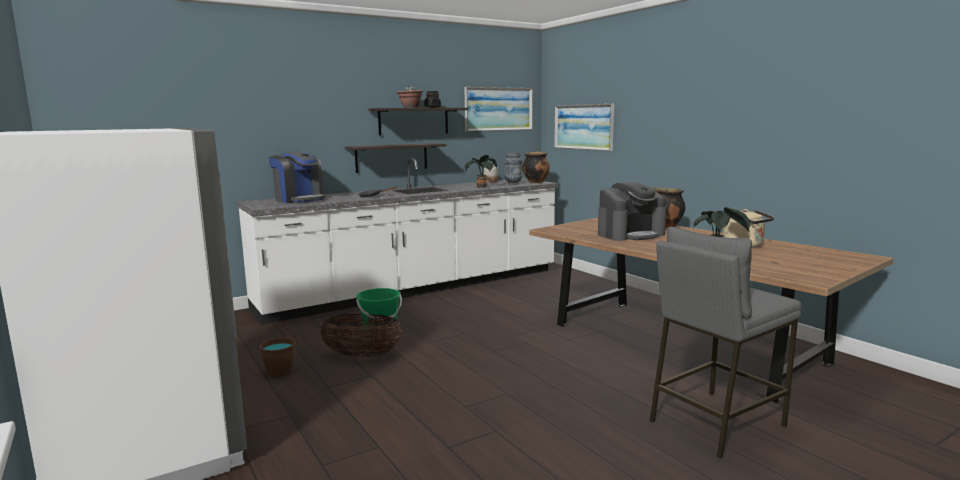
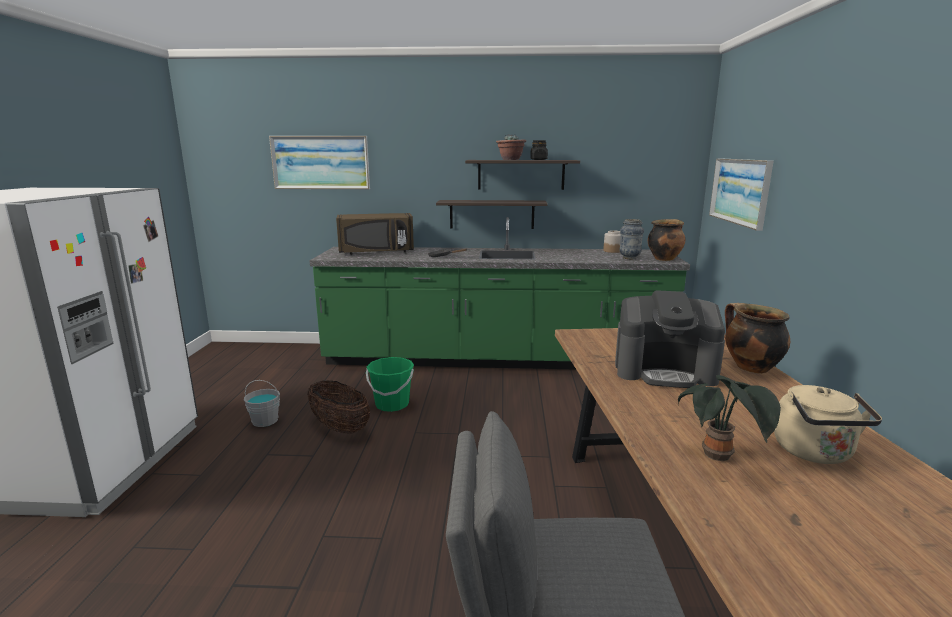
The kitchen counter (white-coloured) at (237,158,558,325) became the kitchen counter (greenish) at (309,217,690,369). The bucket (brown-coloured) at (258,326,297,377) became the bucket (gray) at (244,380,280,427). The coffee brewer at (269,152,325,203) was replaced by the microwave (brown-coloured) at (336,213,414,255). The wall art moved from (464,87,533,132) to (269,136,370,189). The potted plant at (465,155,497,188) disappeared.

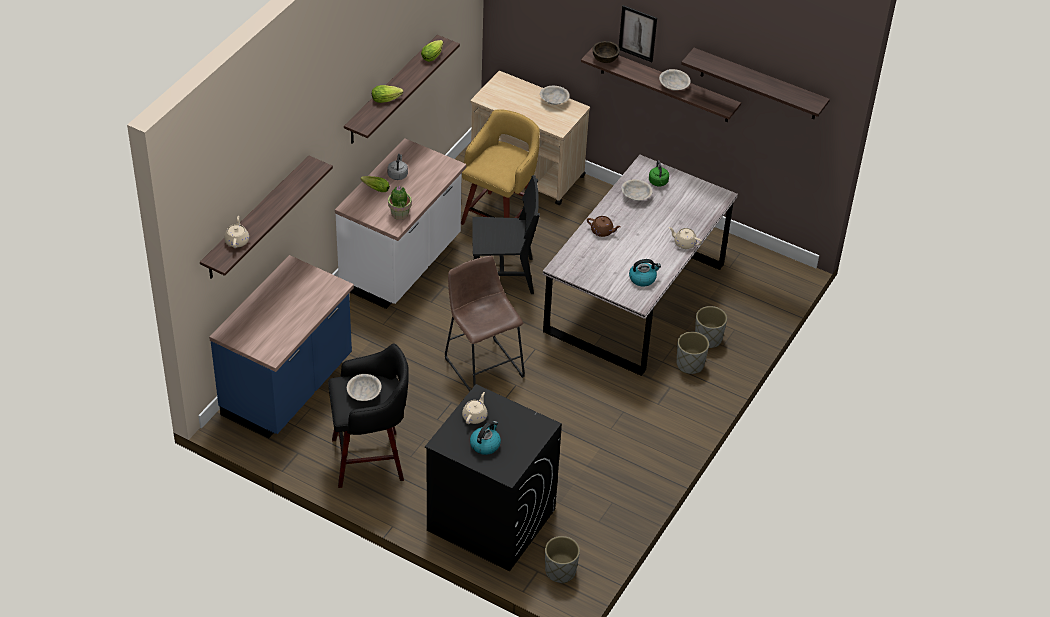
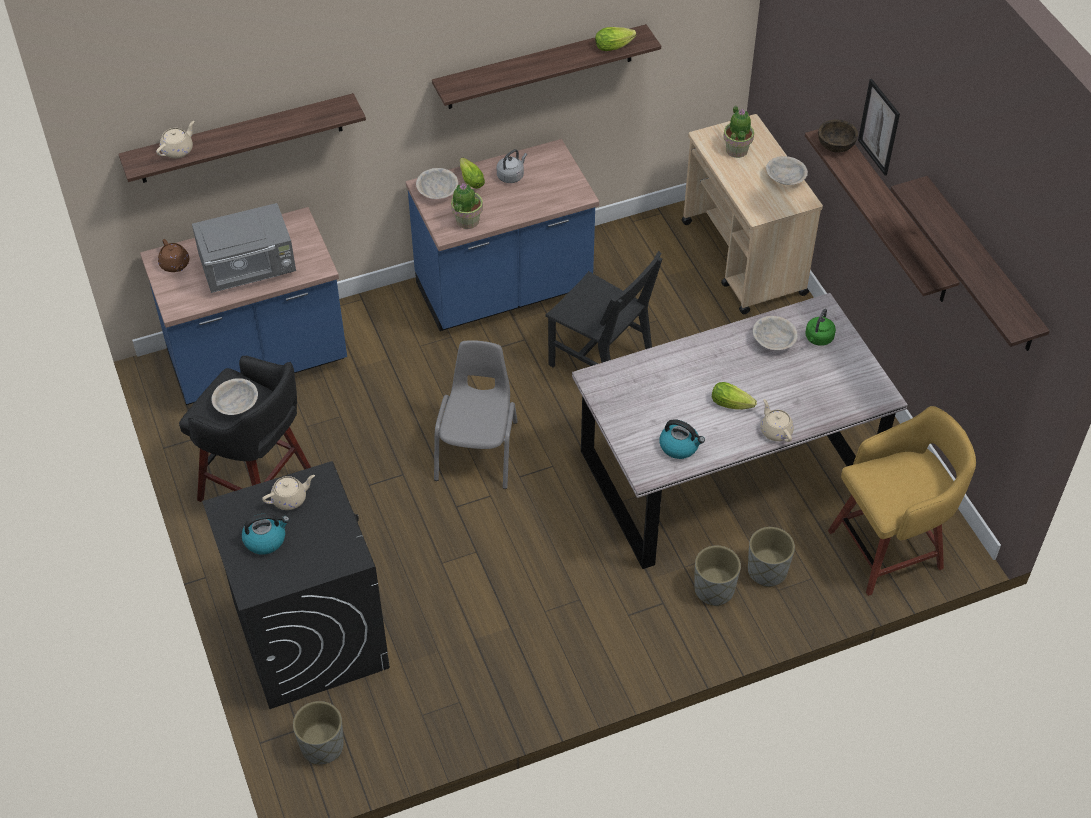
The kitchen counter (white-coloured) at (335,138,466,309) became the kitchen counter (blue) at (406,139,599,331). The head of lettuce moved from (372,85,403,103) to (712,382,757,410). The sitting stool (brown-coloured) at (445,256,525,391) was replaced by the plain chair (gray) at (434,340,518,489). The sitting stool (yellowish) moved from (461,110,540,225) to (828,406,976,596). The tea pot (brown-coloured) moved from (587,216,621,237) to (158,239,189,272). The serving bowl (sand-coloured) moved from (659,69,691,91) to (416,168,458,199). The microwave (gray) at (192,203,296,293) appeared. The potted plant at (724,105,754,158) appeared.

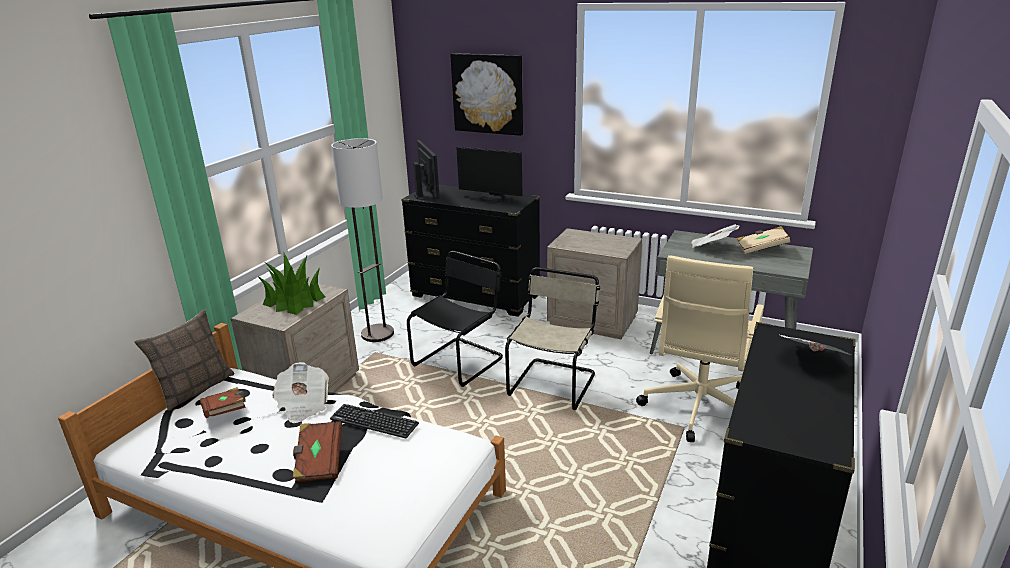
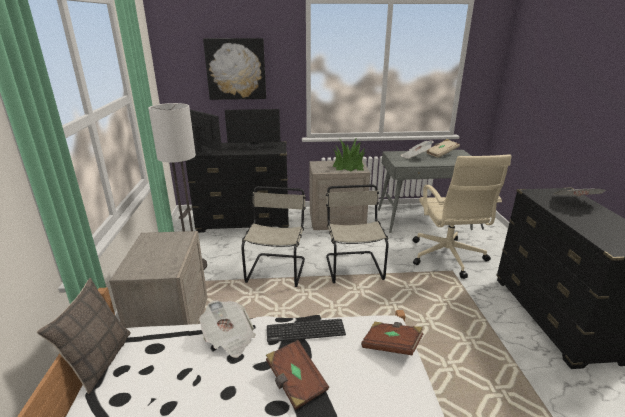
The volume (brown-coloured) moved from (200,387,246,418) to (361,322,423,355). The potted plant moved from (257,253,325,315) to (333,137,365,171). The plain chair (black-coloured) at (407,251,503,387) became the plain chair (sand-coloured) at (241,186,306,287).

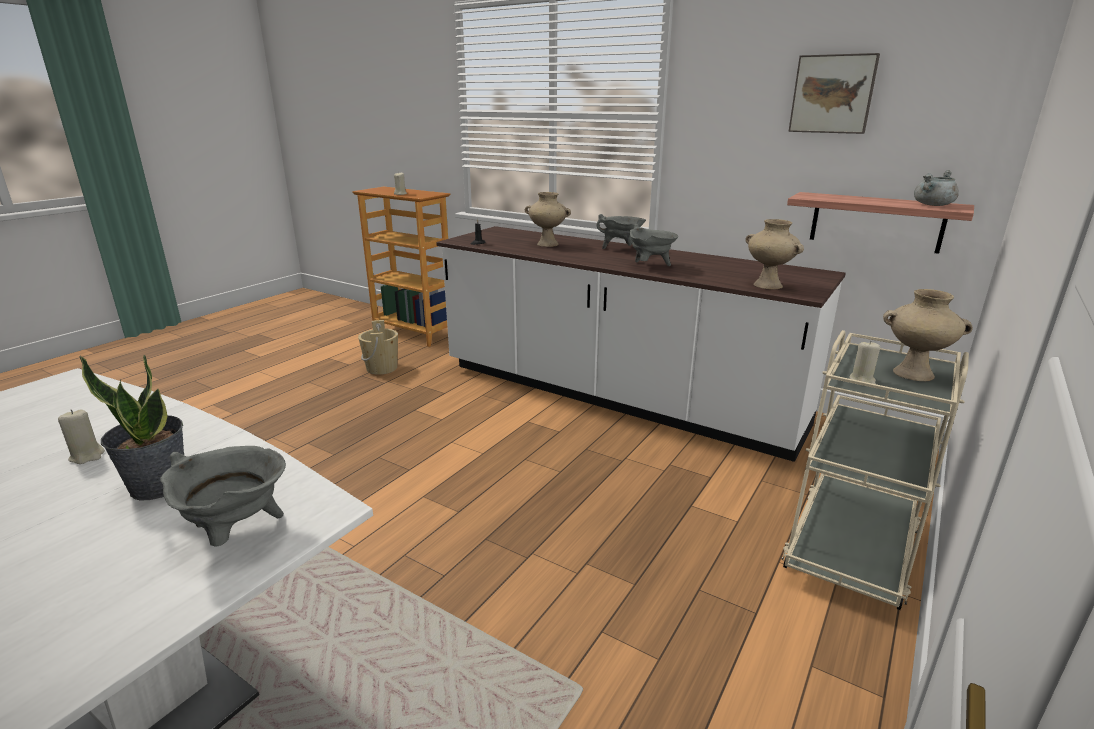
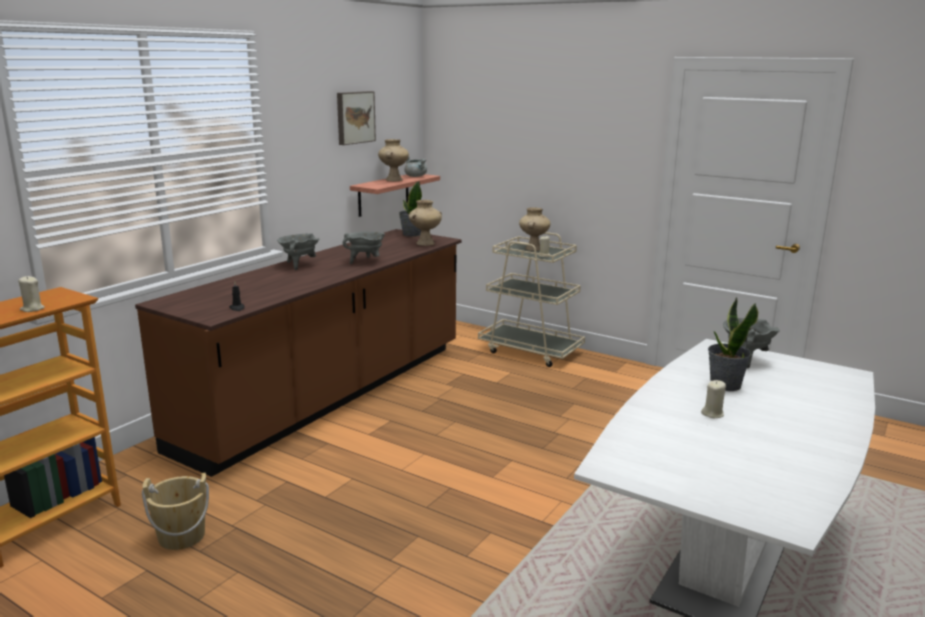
The kitchen counter (white-coloured) at (436,226,846,462) became the kitchen counter (brown-coloured) at (135,229,462,477). The decorative vase (sand-coloured) moved from (525,192,571,247) to (378,139,409,181). The potted plant at (399,181,422,237) appeared.

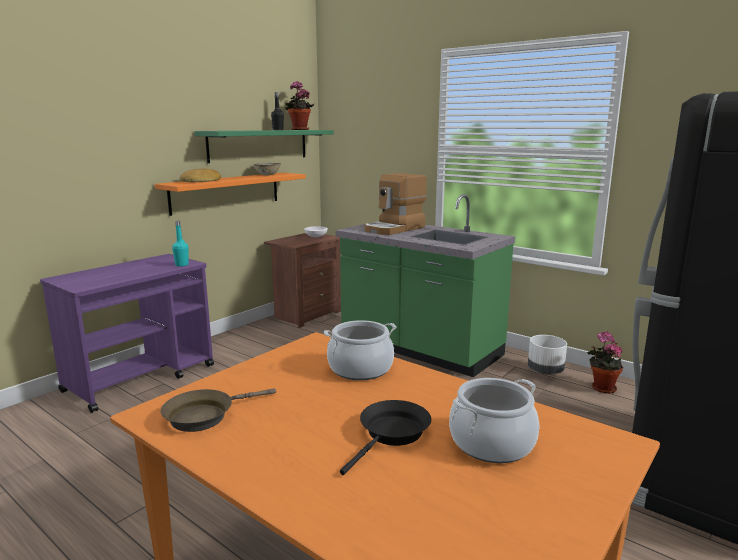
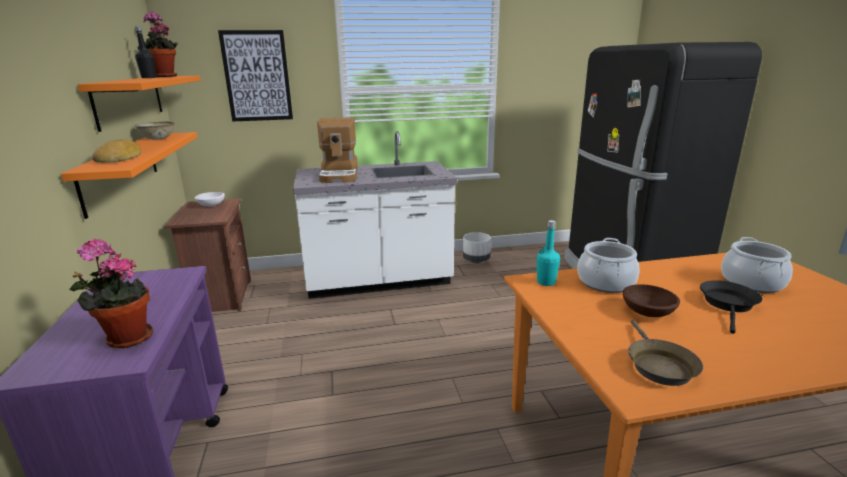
The drink bottle (turquoise-coloured) moved from (172,221,189,266) to (537,220,560,286). The bracket shelf (greenish) at (195,130,334,163) became the bracket shelf (orangey) at (78,76,201,132). The kitchen counter (greenish) at (335,194,515,377) became the kitchen counter (white-coloured) at (293,131,457,299). The skillet (black-coloured) at (340,400,431,475) turned 45 degrees clockwise. The potted plant moved from (587,332,623,394) to (69,239,153,348). The wall art at (218,30,293,122) appeared. The serving bowl (brown-coloured) at (623,284,680,317) appeared.

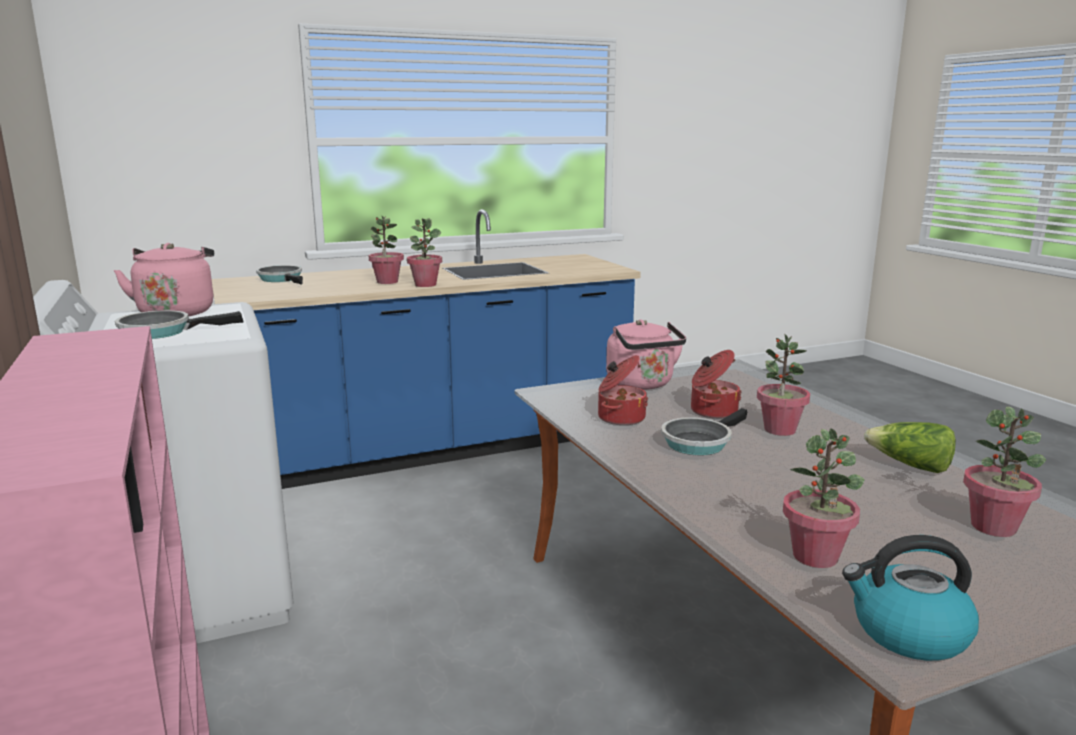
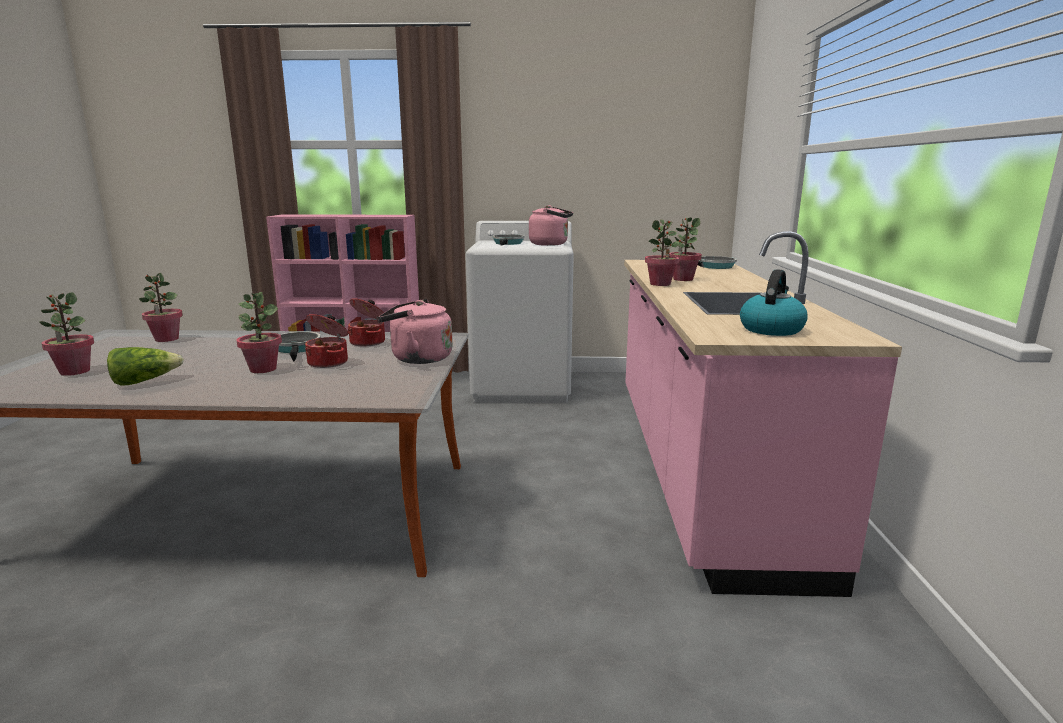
The kitchen counter (blue) at (212,209,641,489) became the kitchen counter (pinkish) at (624,231,902,597). The kettle moved from (842,535,979,661) to (740,269,808,336).

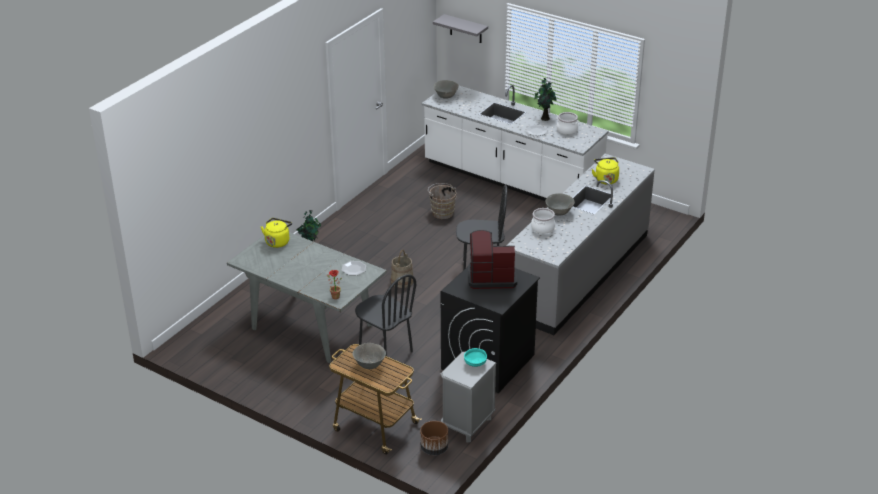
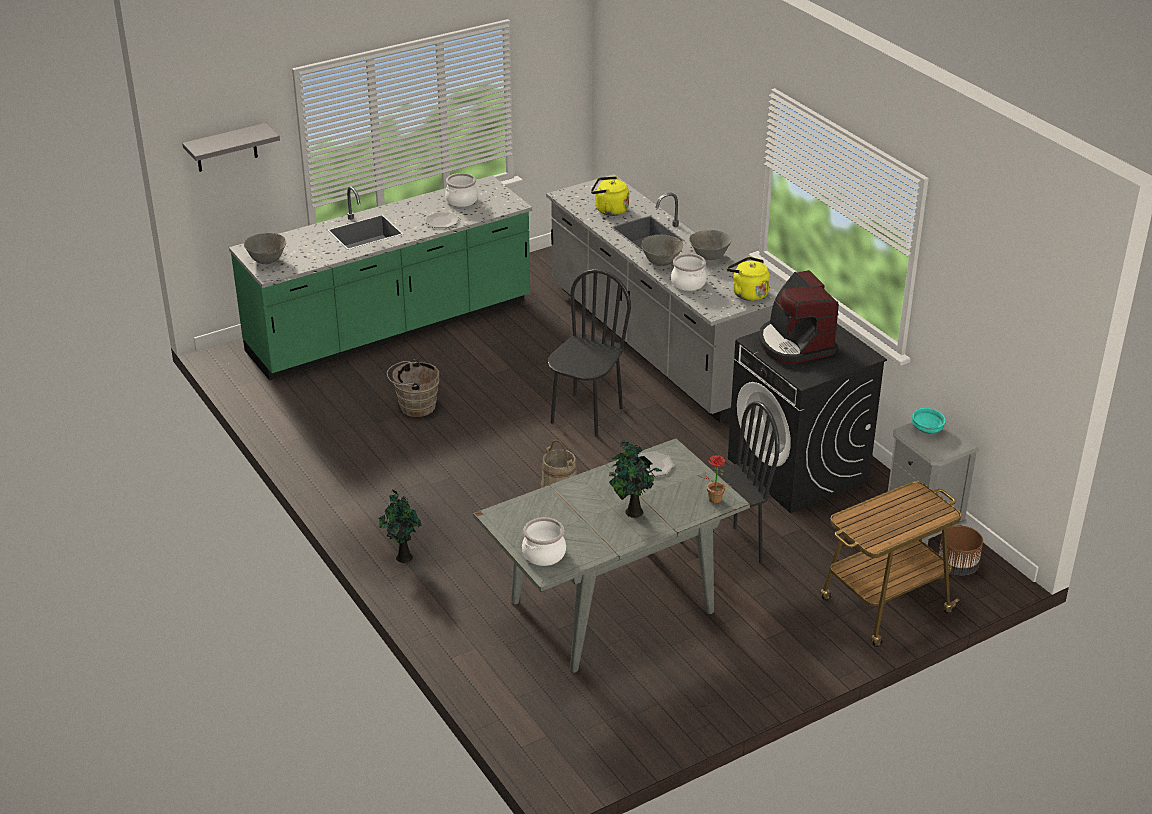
The kettle (yellowish) moved from (261,218,292,248) to (727,257,770,301). The serving bowl (gray) moved from (353,343,386,369) to (689,230,732,260). The kitchen counter (white-coloured) at (422,85,608,201) became the kitchen counter (greenish) at (229,175,532,380). The coffee brewer at (468,230,517,289) turned 45 degrees counterclockwise. The potted plant moved from (534,78,557,121) to (609,440,662,518). The saucepot at (522,517,566,566) appeared.

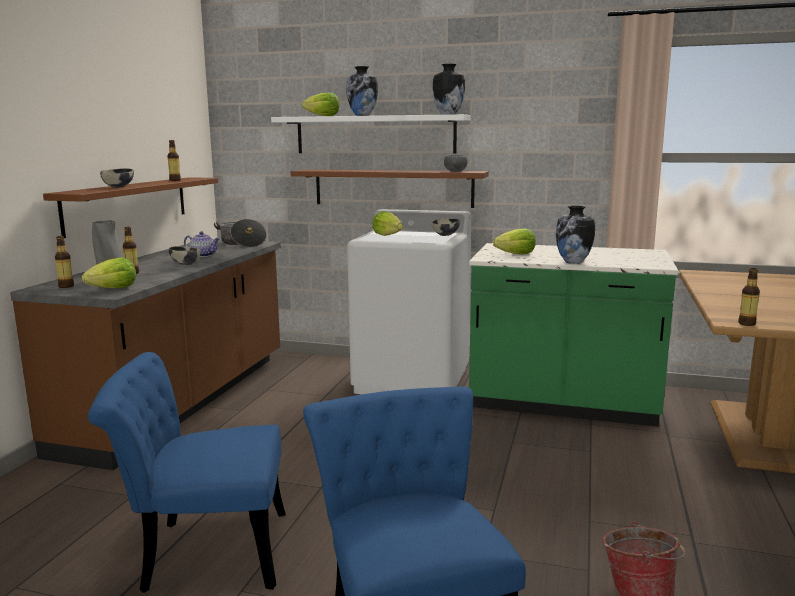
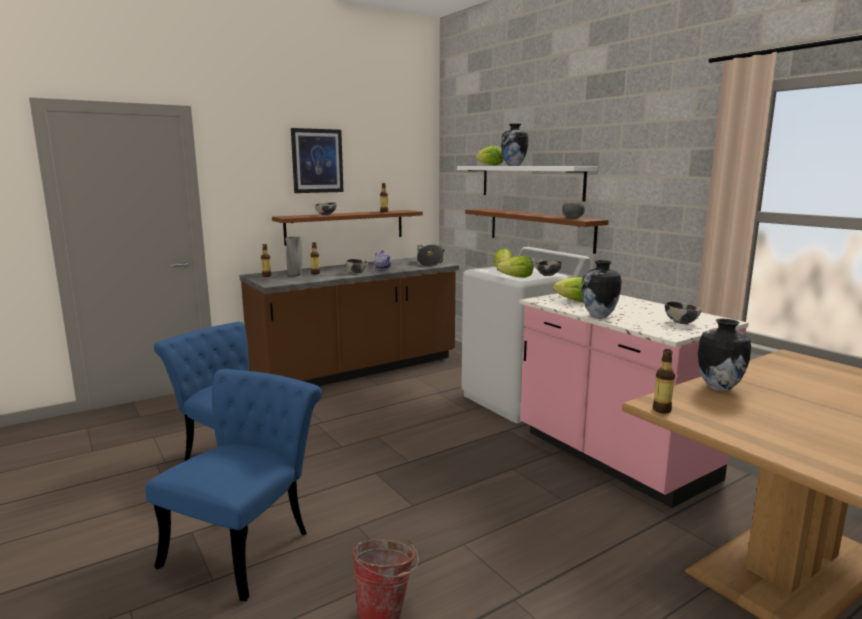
The head of lettuce moved from (82,257,136,288) to (497,256,533,278). The decorative vase moved from (433,64,465,115) to (698,319,751,391). The kitchen counter (greenish) at (469,243,678,427) became the kitchen counter (pinkish) at (519,293,748,508). The wall art at (291,128,344,193) appeared. The serving bowl at (665,301,702,324) appeared.

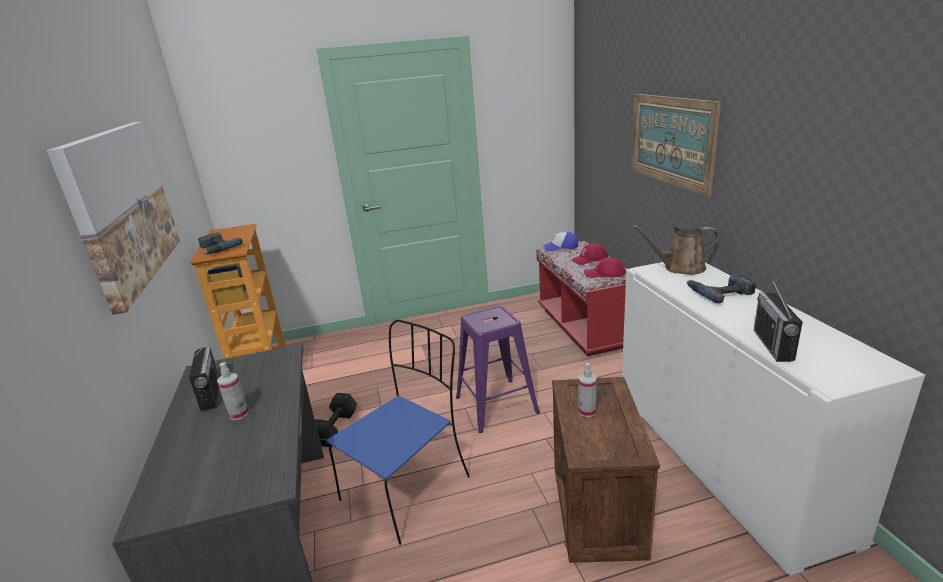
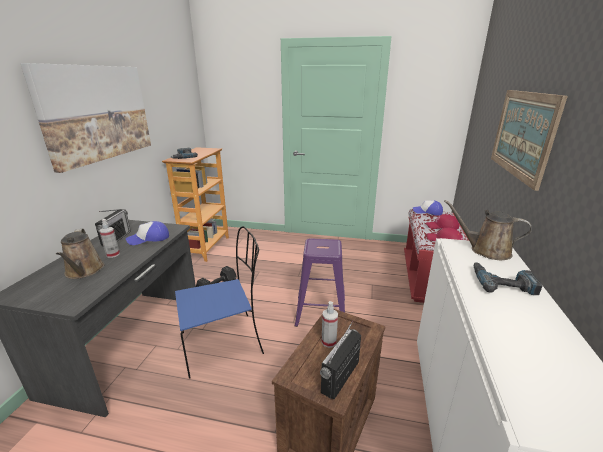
The radio receiver moved from (754,278,803,362) to (320,321,361,399). The watering can (brown-coloured) at (56,228,104,279) appeared. The baseball cap at (126,221,169,245) appeared.

